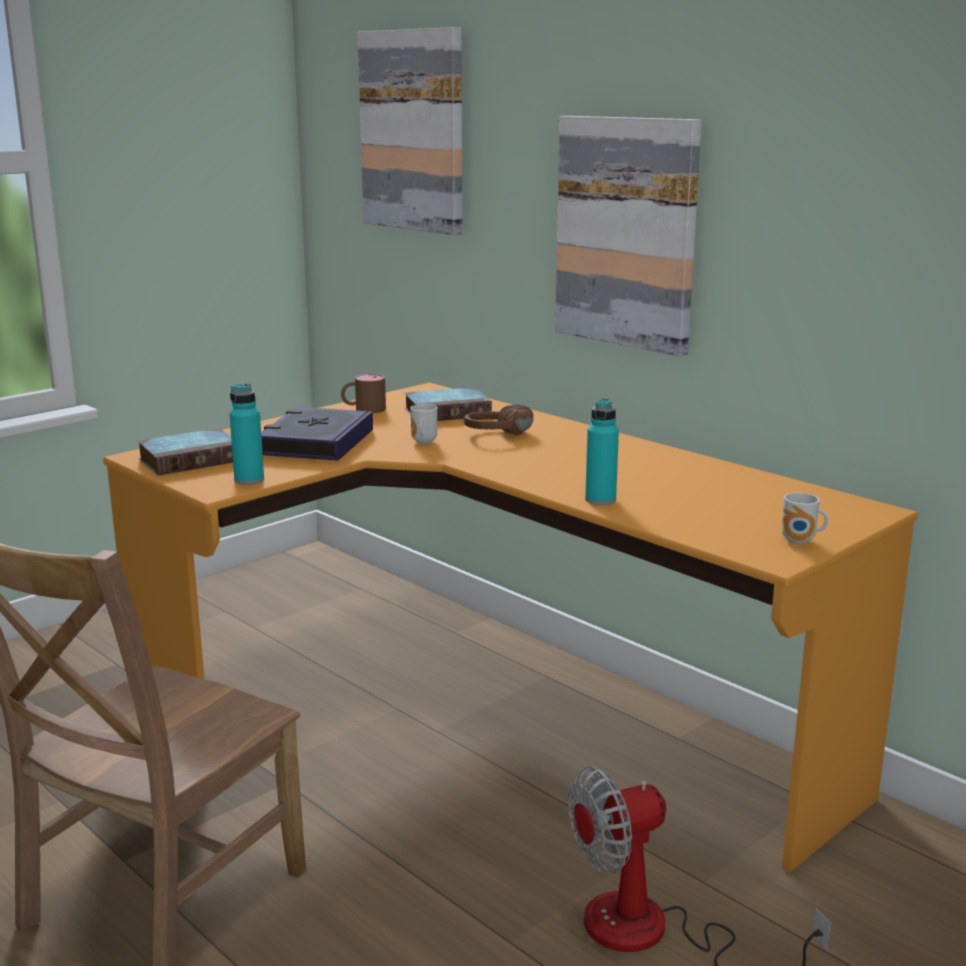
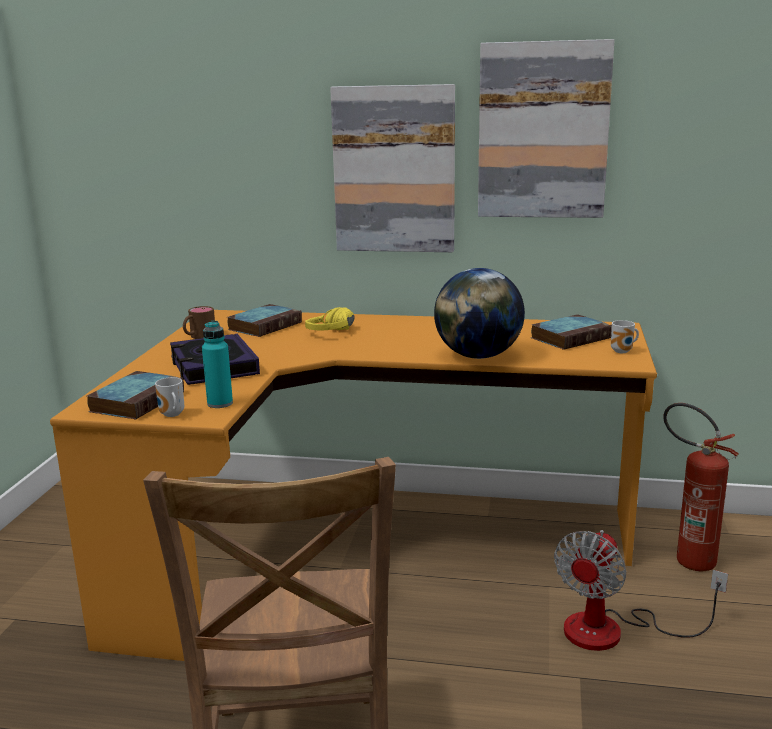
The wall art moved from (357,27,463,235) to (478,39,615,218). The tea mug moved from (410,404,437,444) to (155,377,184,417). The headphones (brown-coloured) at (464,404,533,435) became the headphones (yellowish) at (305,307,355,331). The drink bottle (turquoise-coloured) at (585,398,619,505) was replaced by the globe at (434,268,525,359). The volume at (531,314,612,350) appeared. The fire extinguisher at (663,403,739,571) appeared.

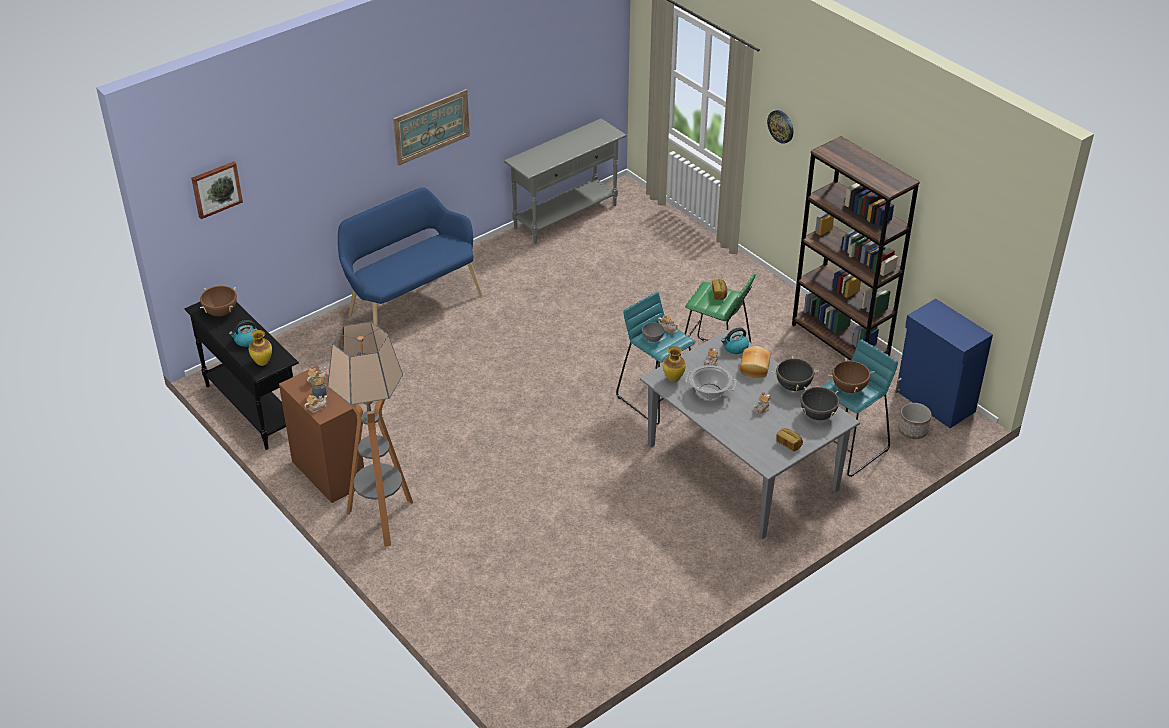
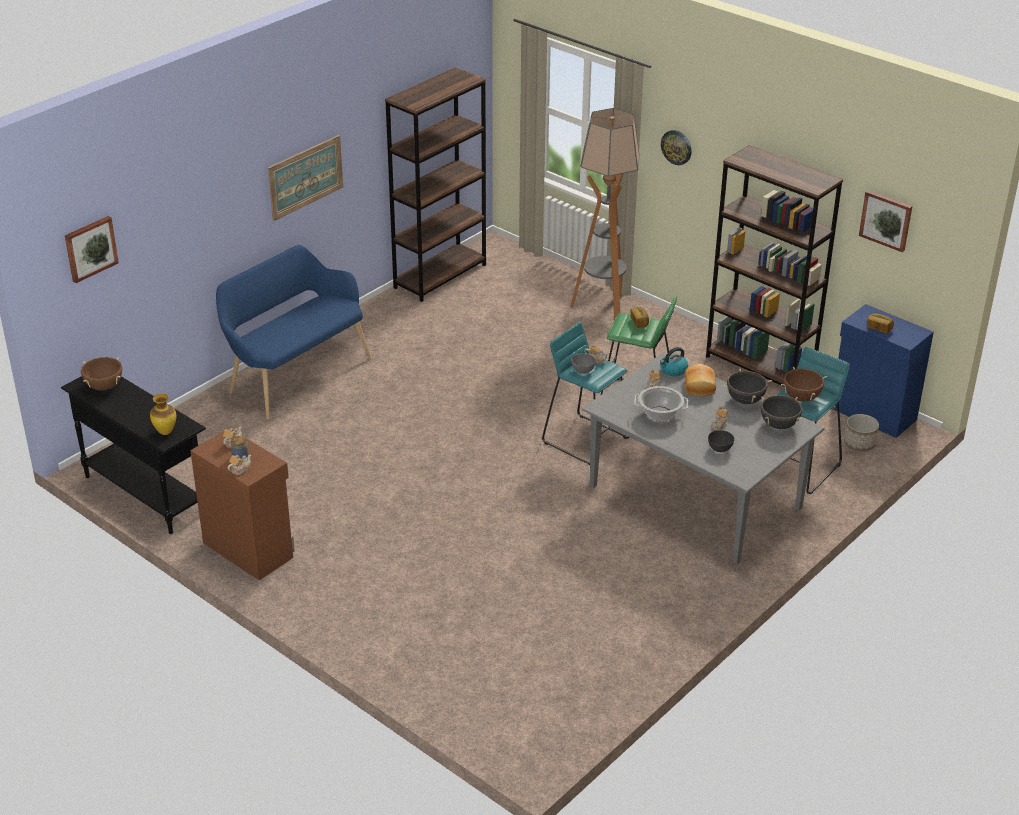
The kettle at (229,320,258,347) disappeared. The standard lamp moved from (328,322,413,547) to (570,108,640,320). The narrow table (gray) at (504,118,627,244) was replaced by the bookcase (brown-coloured) at (385,67,486,302). The decorative vase at (663,346,686,382) disappeared. The baked bread moved from (776,428,803,451) to (867,313,894,333). The serving bowl (gray) at (708,430,734,452) appeared. The wall art at (859,190,912,252) appeared.

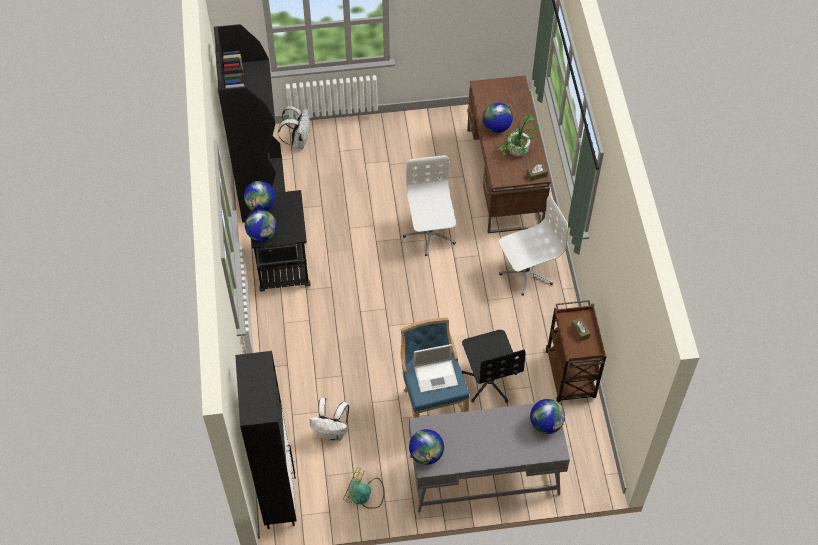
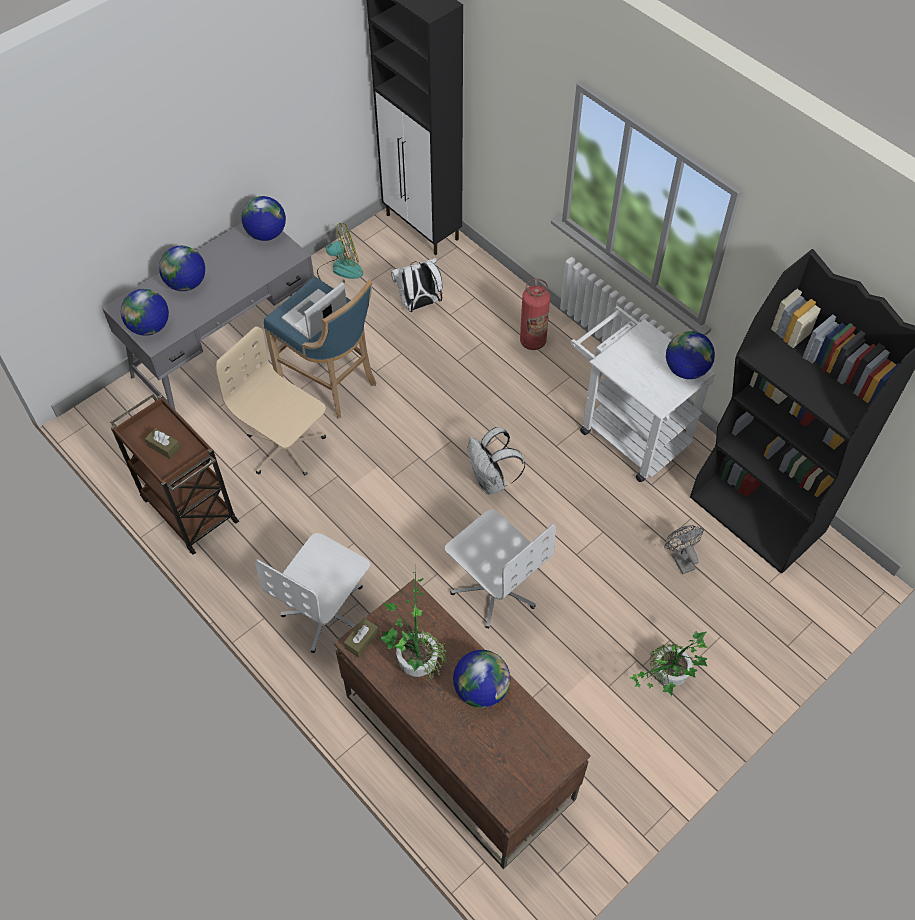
The globe moved from (245,210,277,242) to (159,246,205,291). The cart (black-coloured) at (249,190,311,292) became the cart (white-coloured) at (570,306,716,482). The rucksack (white-coloured) moved from (278,106,310,149) to (468,427,525,494). The computer chair (black-coloured) at (461,330,526,403) became the computer chair (sand-coloured) at (216,327,326,476). The fire extinguisher at (520,278,550,350) appeared. The potted plant at (630,631,707,696) appeared. The cooling fan (gray) at (664,525,704,574) appeared.

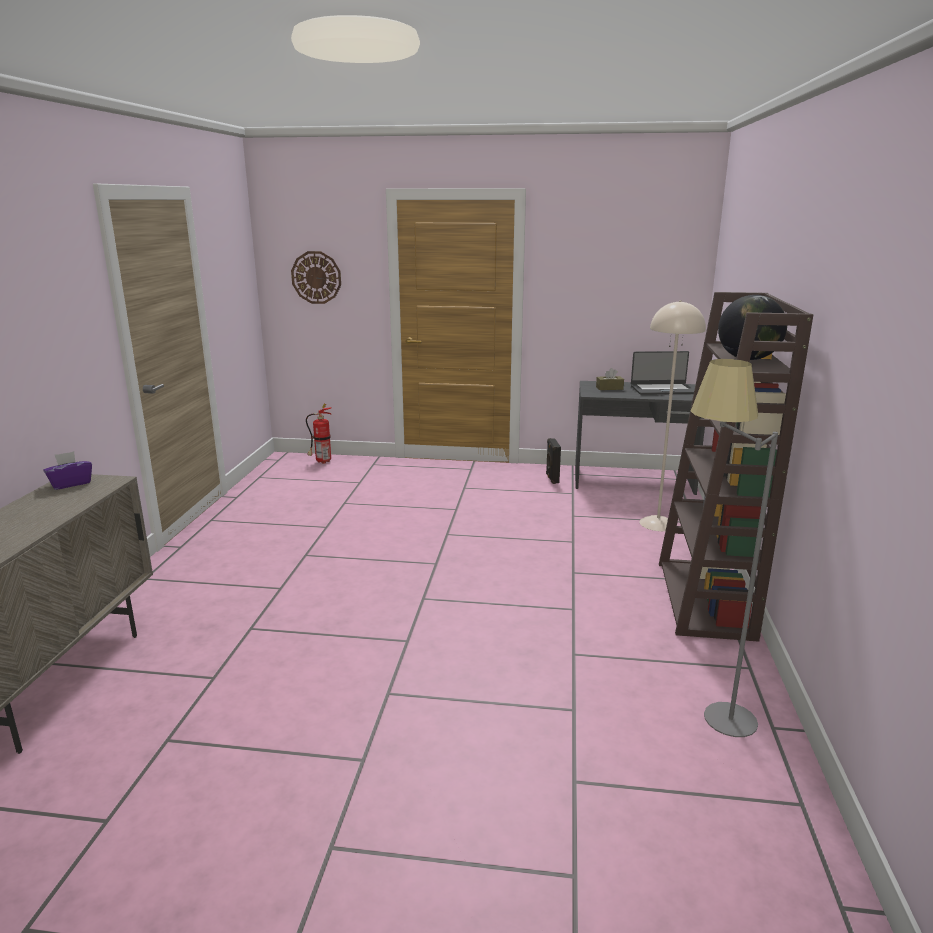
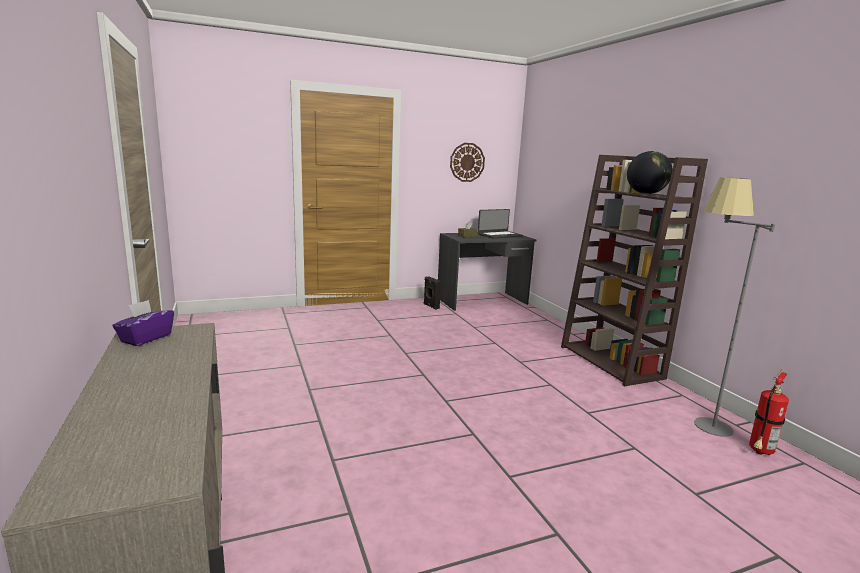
The clock on the wall moved from (291,251,341,304) to (450,143,485,182). The fire extinguisher moved from (306,404,332,464) to (749,369,789,456). The standard lamp (sand-coloured) at (640,300,706,531) disappeared.

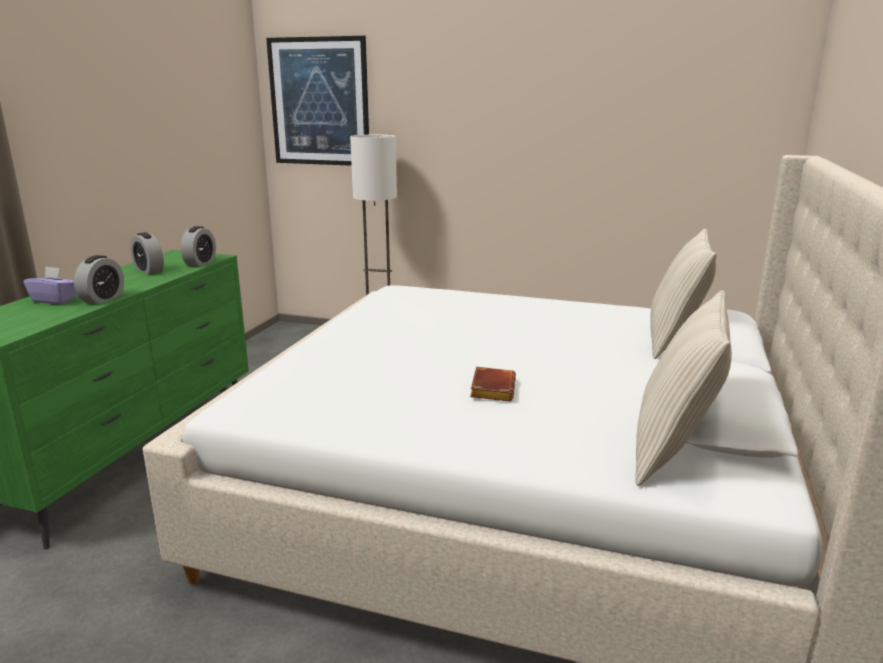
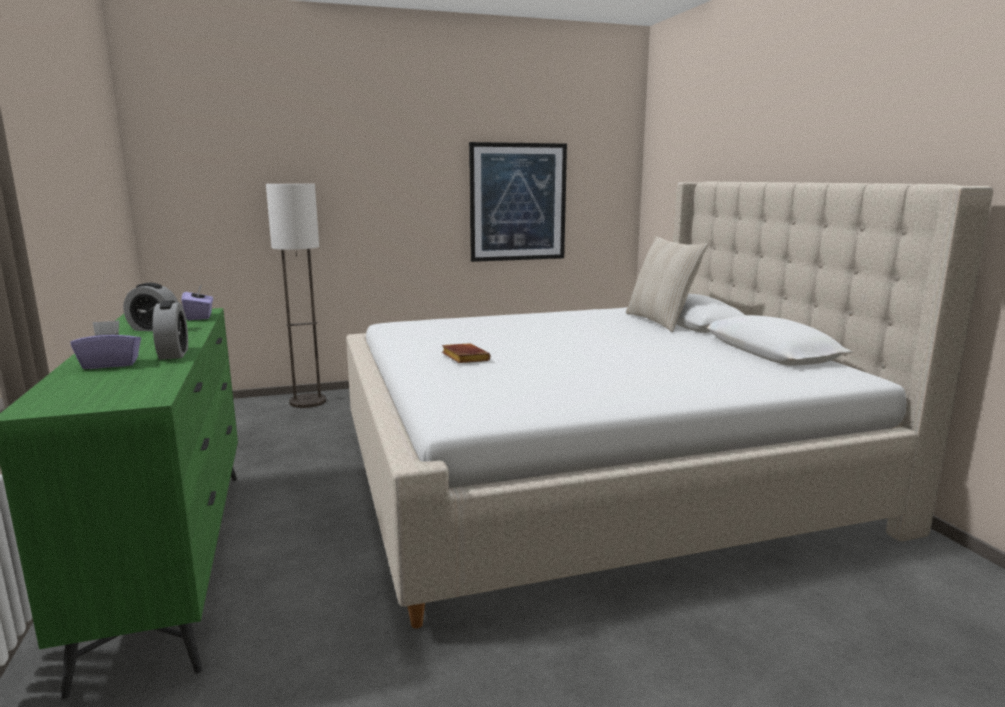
The bedside clock at (181,226,216,266) was replaced by the tissue box (purple-coloured) at (181,284,213,320). The wall art moved from (266,36,369,166) to (469,142,567,262). The volume (brown-coloured) moved from (470,367,516,402) to (442,343,491,363). The cushion (sand-coloured) at (635,290,732,486) disappeared.

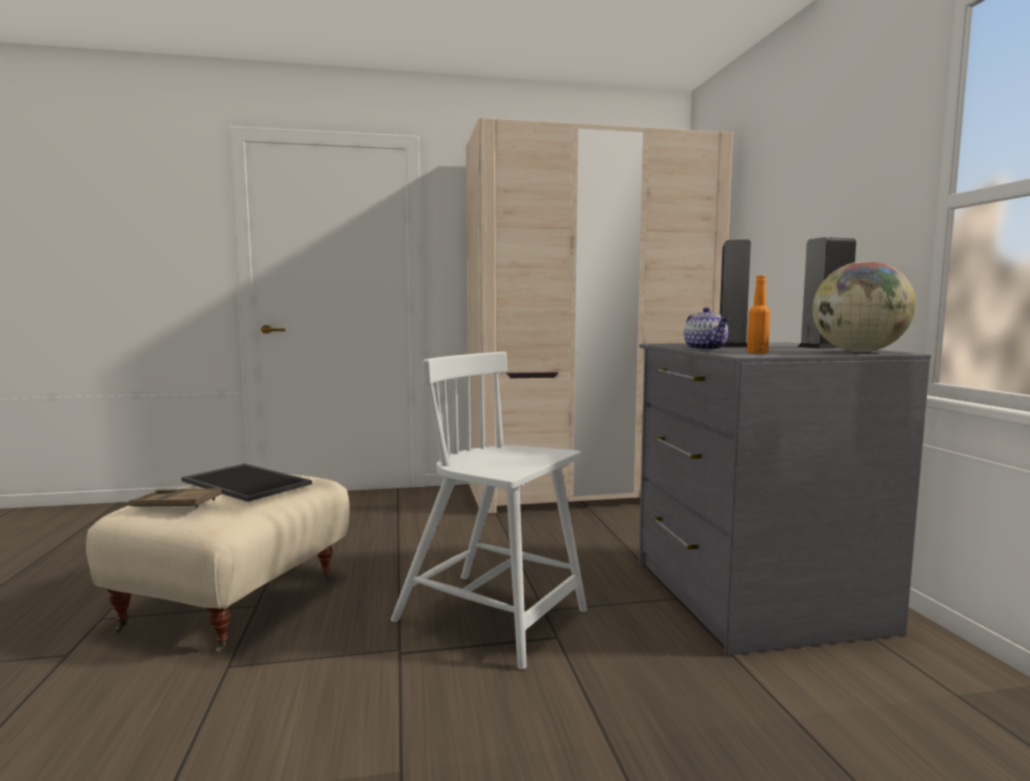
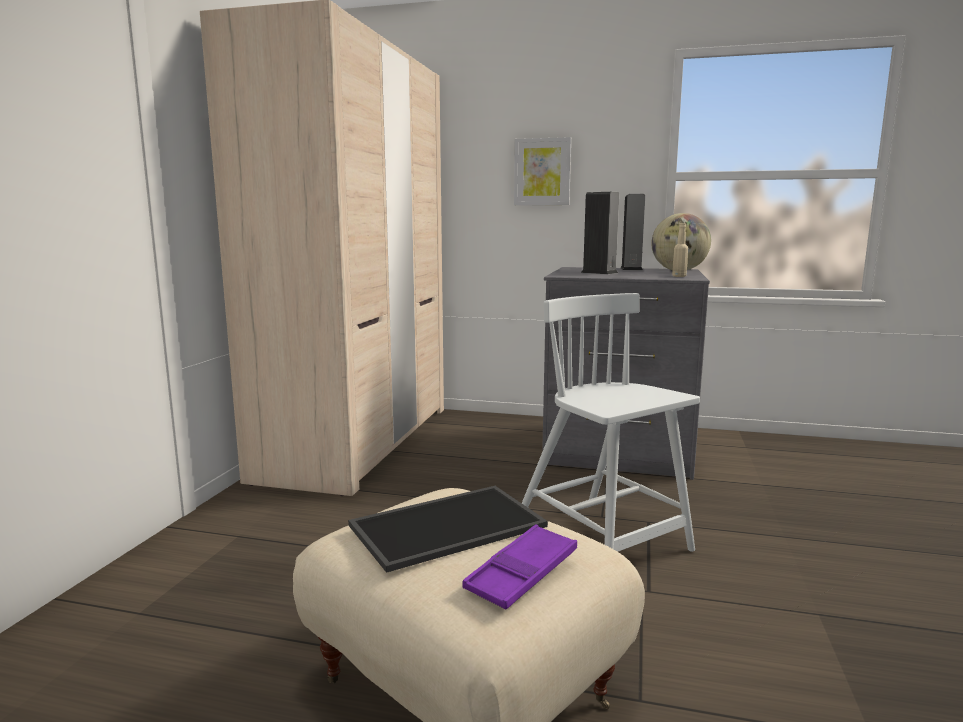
The serving tray (brown-coloured) at (129,488,222,508) became the serving tray (purple-coloured) at (462,524,577,609). The plain chair (white-coloured) at (391,352,587,670) turned 90 degrees clockwise. The tea pot at (684,307,728,350) disappeared. The drink bottle (orangey) at (747,276,770,354) became the drink bottle (sand-coloured) at (672,223,688,277). The wall art at (514,137,571,205) appeared.

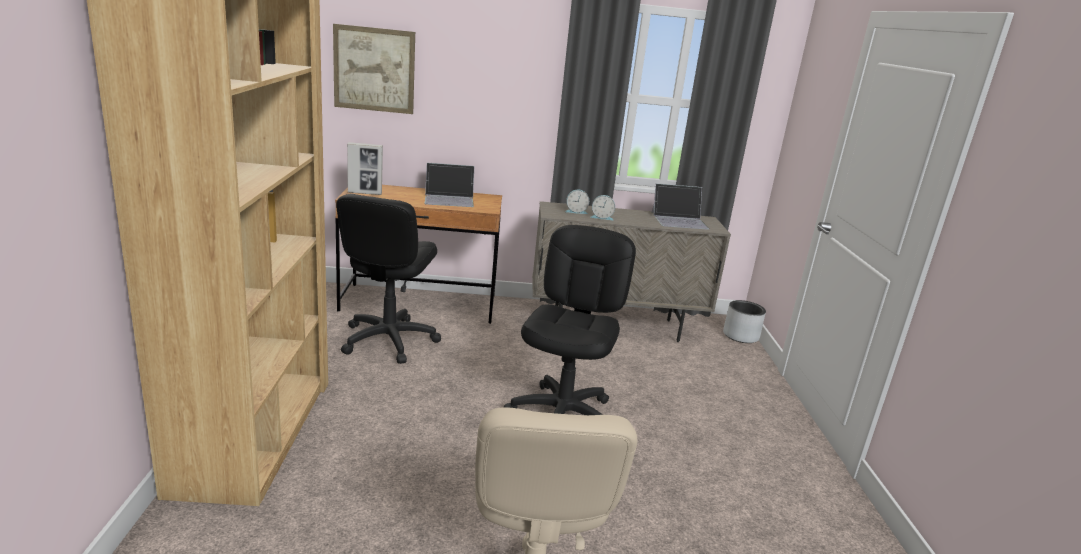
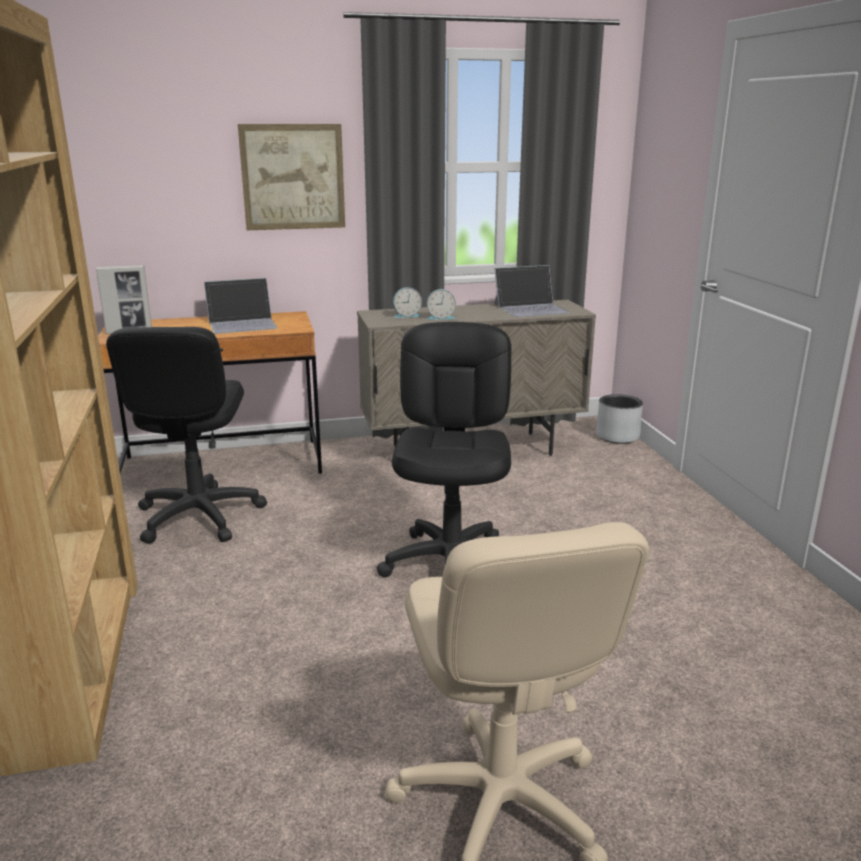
The wall art moved from (333,24,415,114) to (238,124,345,230).

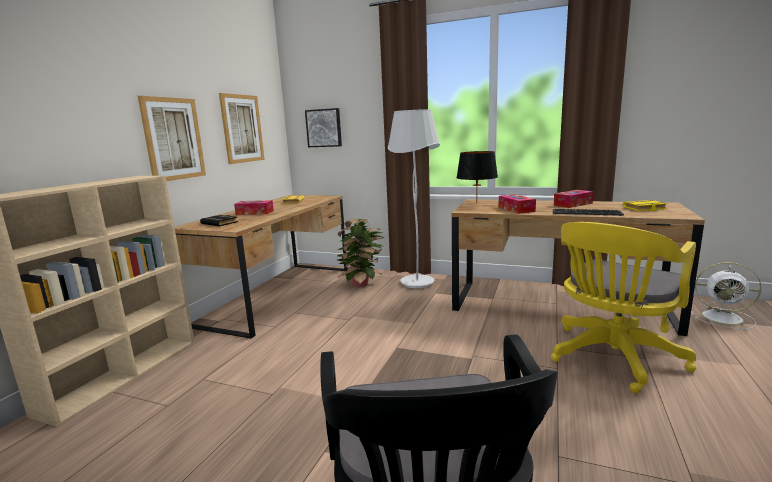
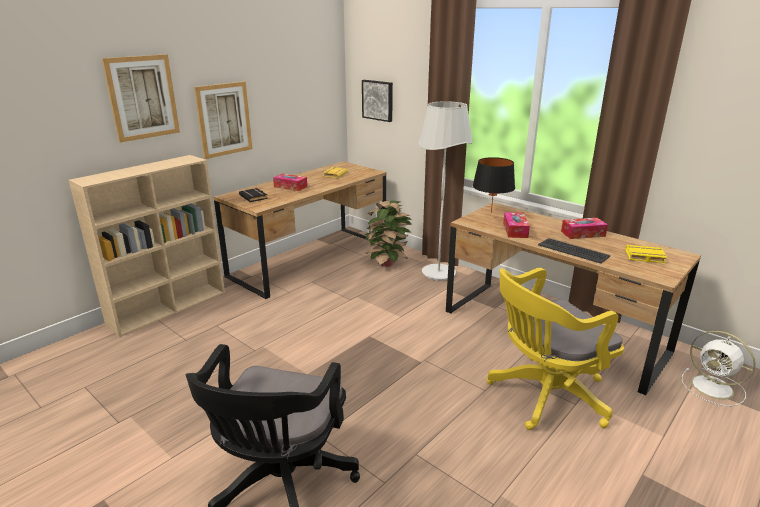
The wall art moved from (219,93,265,164) to (102,54,180,143).

